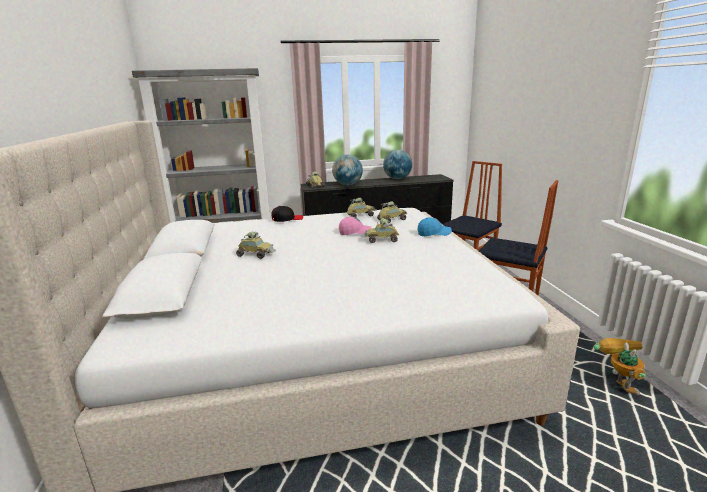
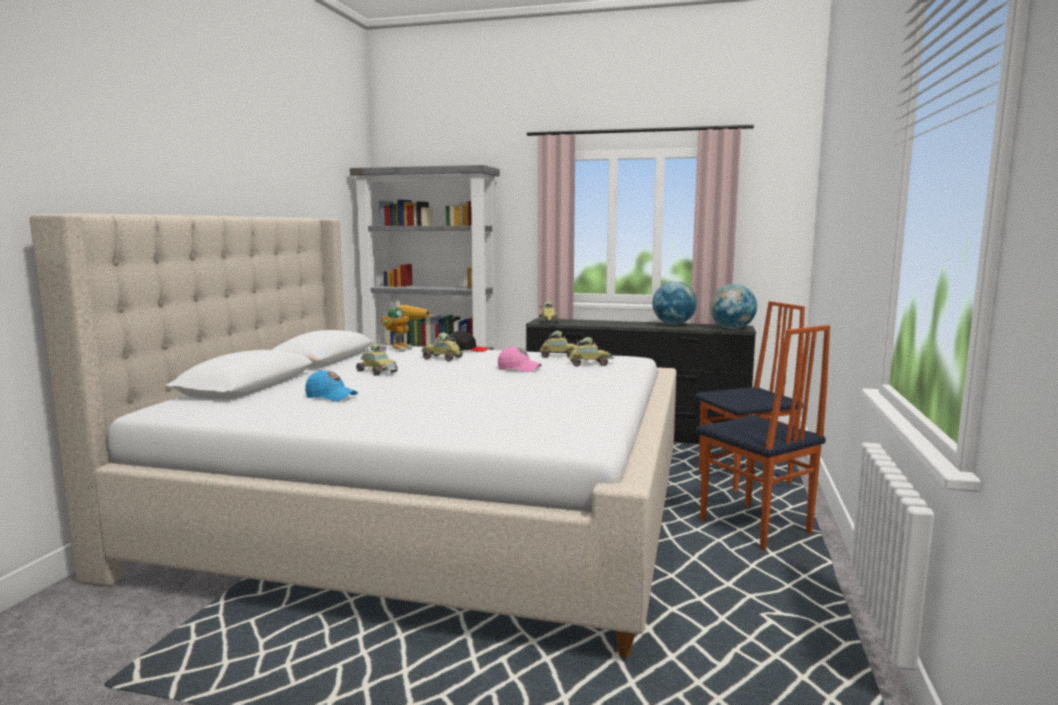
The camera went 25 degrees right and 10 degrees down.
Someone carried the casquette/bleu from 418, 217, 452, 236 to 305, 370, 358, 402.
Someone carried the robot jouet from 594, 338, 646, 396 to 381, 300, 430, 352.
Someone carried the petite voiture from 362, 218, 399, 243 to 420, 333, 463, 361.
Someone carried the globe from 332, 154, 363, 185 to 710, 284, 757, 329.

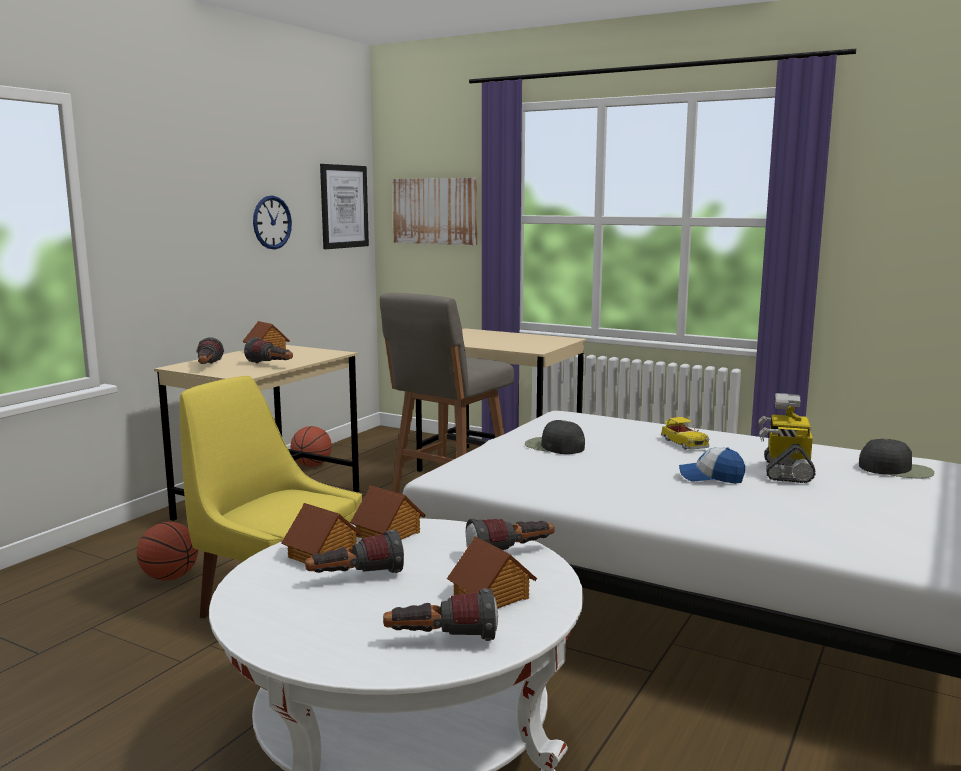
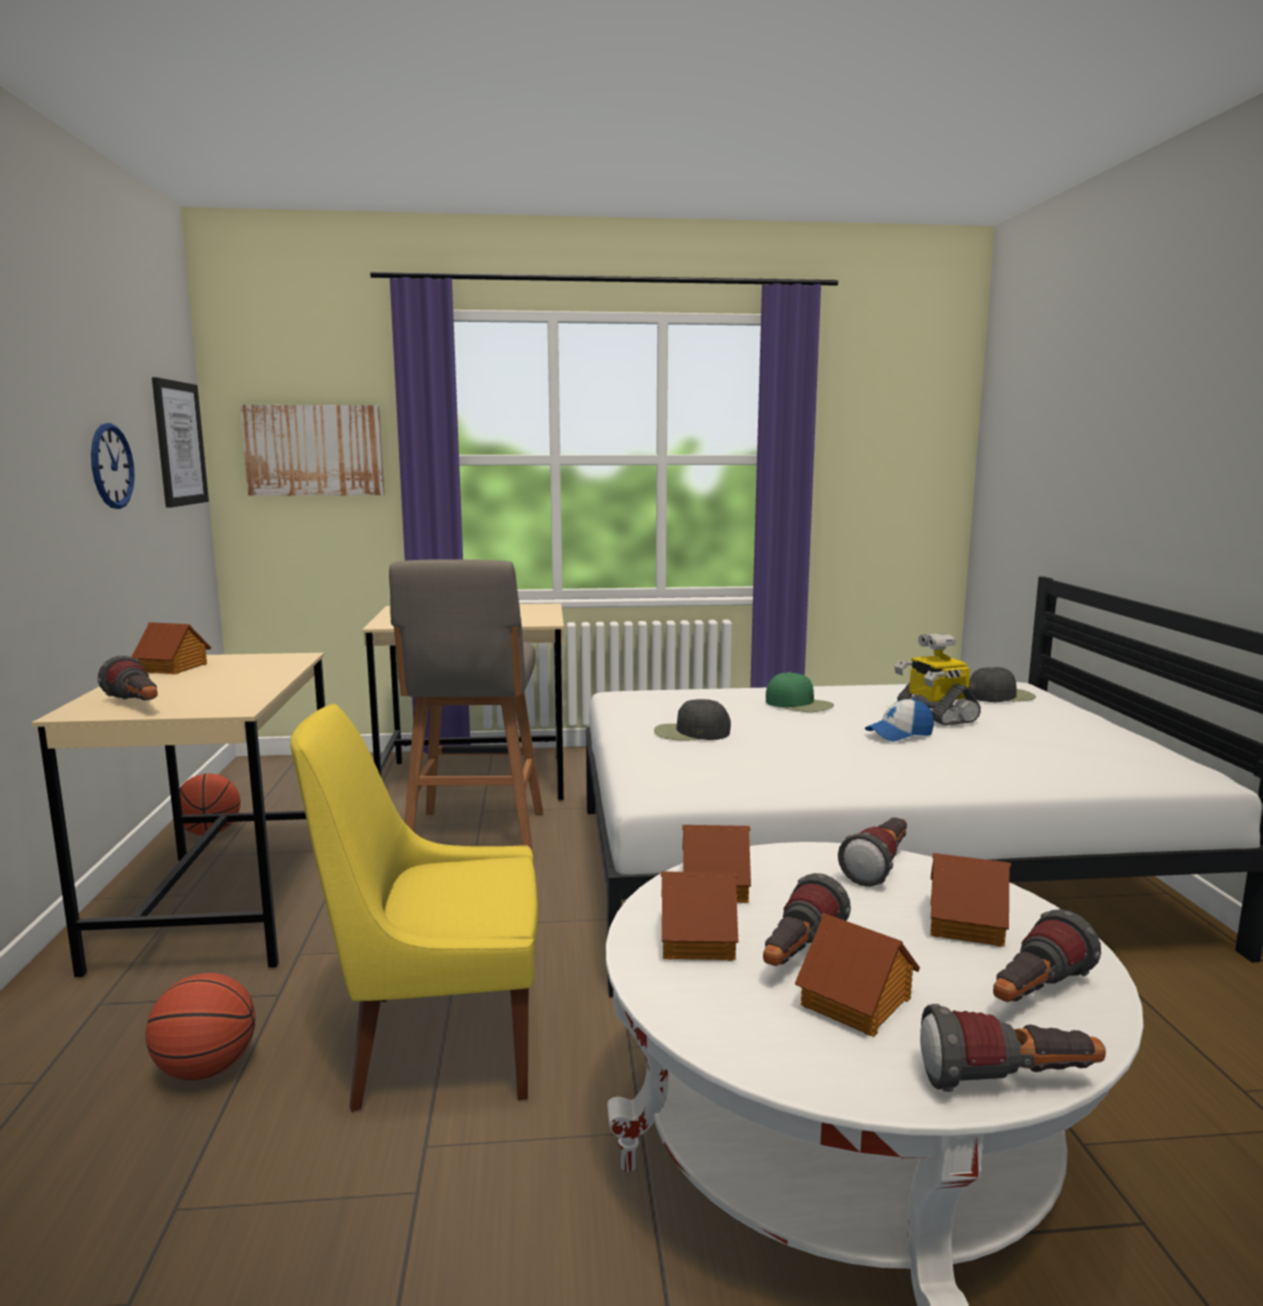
The camera went 35 degrees left and 0 degrees up.
Someone swapped the petite voiture at 661, 417, 709, 449 for the casquette/vert at 766, 672, 834, 712.
Someone put down the maison miniature at 795, 913, 920, 1037.
Someone carried the lampe de poche from 244, 337, 293, 363 to 920, 1004, 1106, 1092.

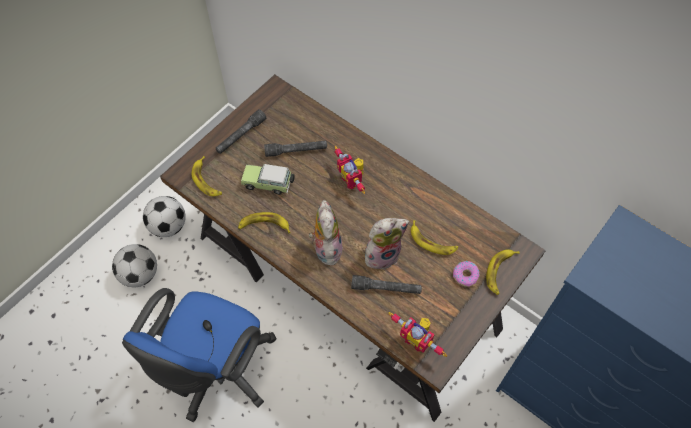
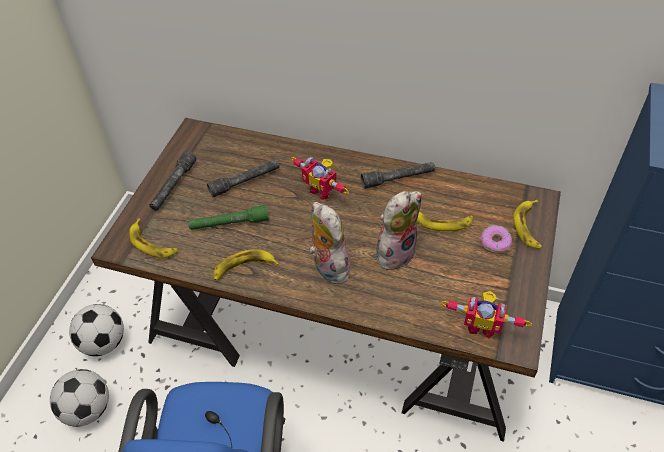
The camera went 20 degrees left and 10 degrees down.
Someone swapped the petite voiture at 241, 164, 295, 195 for the lampe de poche/vert at 188, 205, 269, 230.
Someone carried the lampe de poche/gris from 351, 275, 422, 294 to 361, 162, 435, 189.

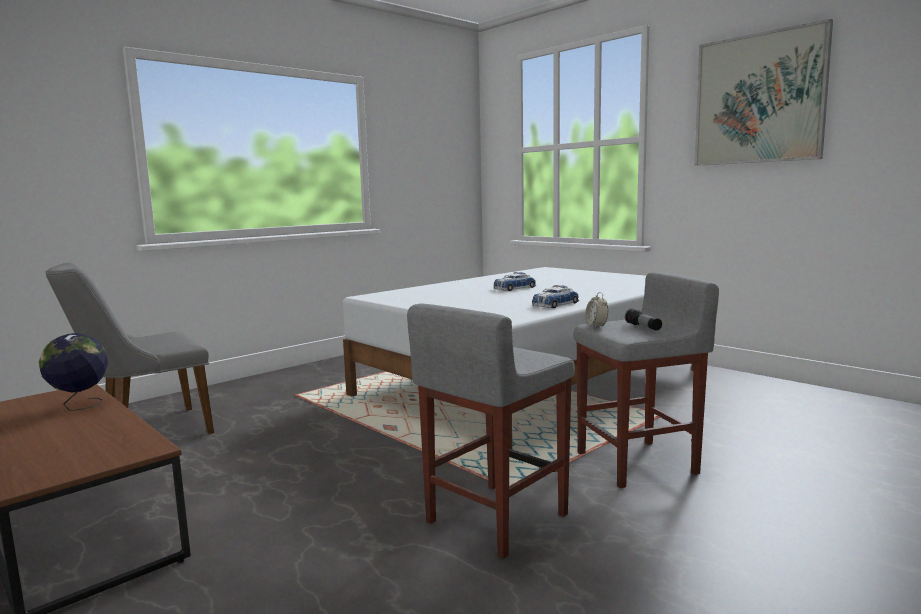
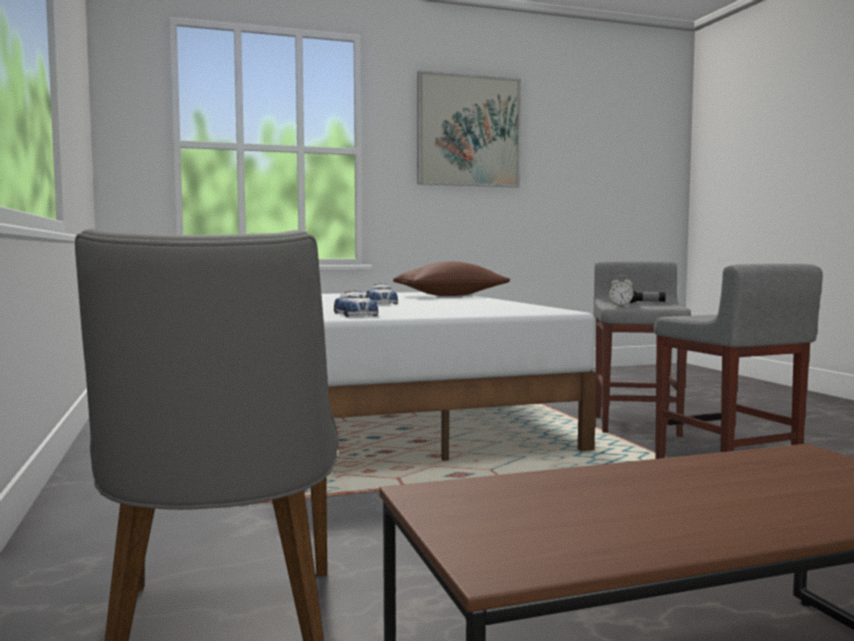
The camera went 65 degrees left and 5 degrees down.
Someone carried the petite voiture from 532, 285, 579, 308 to 334, 290, 378, 317.
Someone put down the coussin/marron at 393, 261, 510, 296.
Someone took away the globe at 39, 333, 108, 411.

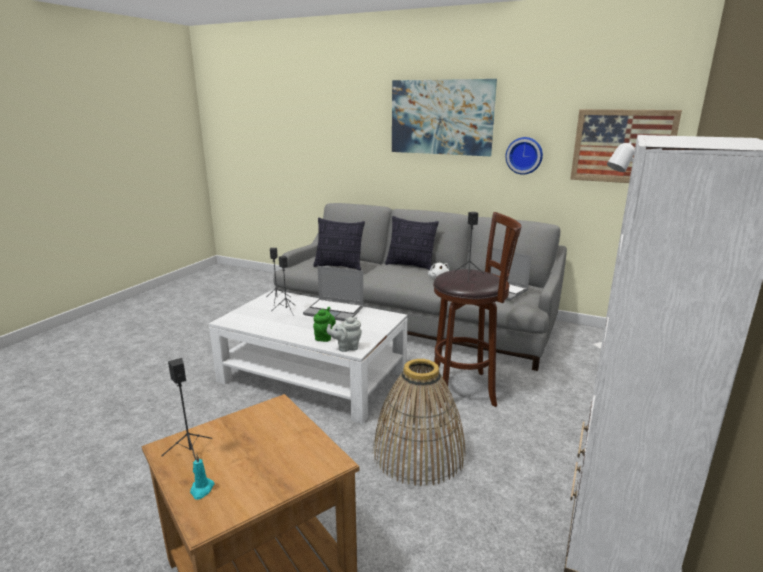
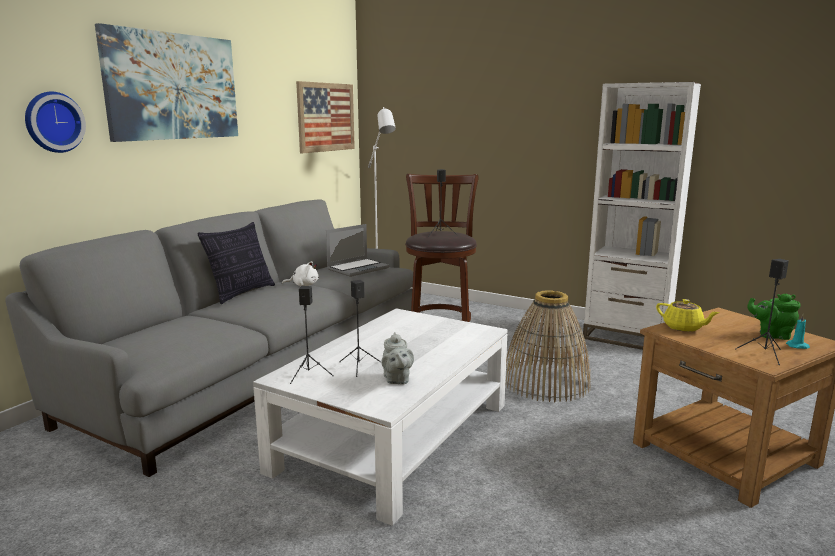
The camera went 85 degrees left and 5 degrees down.
Someone carried the horloge murale from 506, 137, 543, 175 to 25, 92, 86, 153.
Someone carried the théière/gris from 327, 317, 362, 352 to 381, 332, 414, 384.
Someone put down the théière/jaune at 656, 299, 719, 332.
Someone carried the théière/vert from 313, 307, 336, 342 to 747, 294, 801, 340.
Someone took away the ordinateur portable at 303, 266, 364, 321.
Someone took away the coussin at 313, 218, 365, 271.

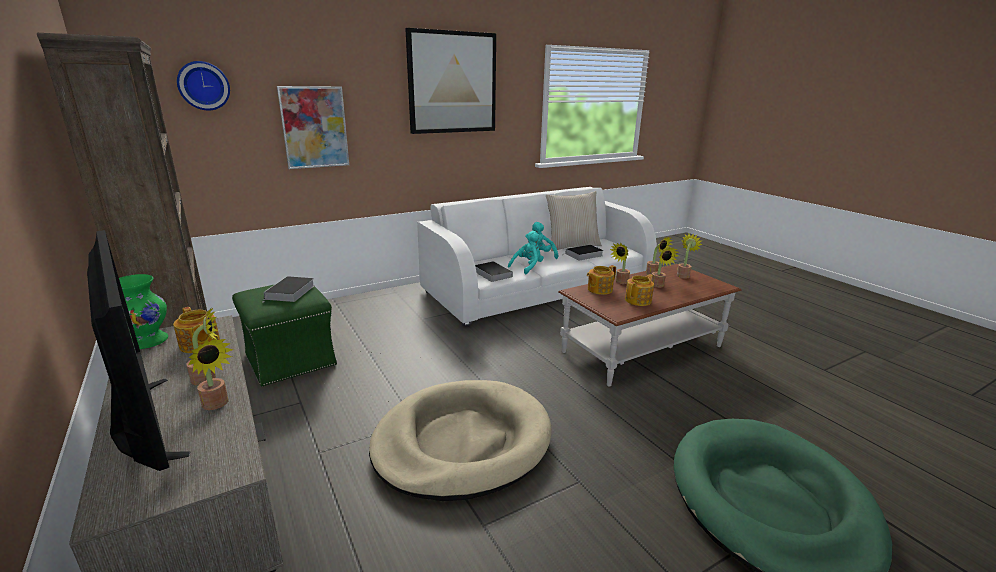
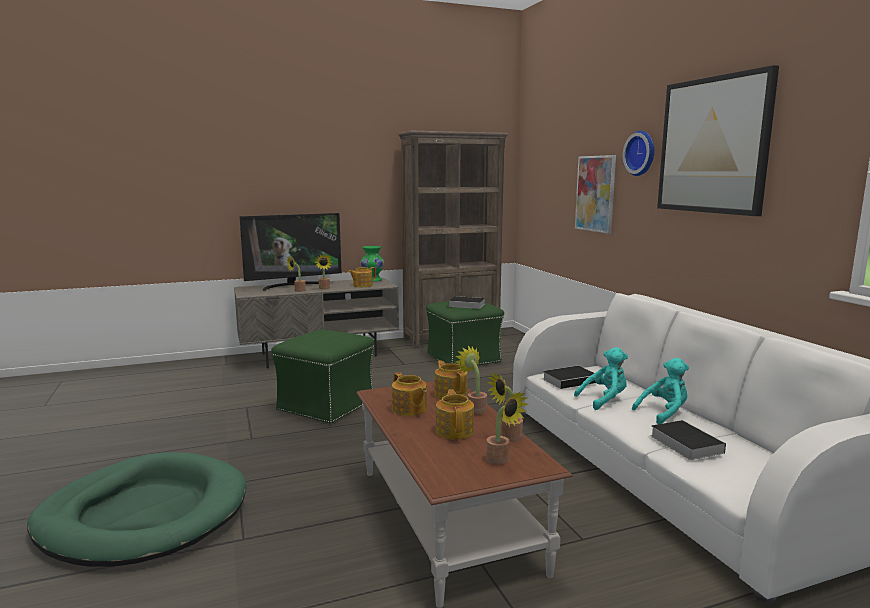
The camera went 100 degrees right and 10 degrees down.
Someone swapped the panier pour chien/beige at 369, 380, 552, 501 for the pouf/vert at 271, 329, 374, 424.
Someone swapped the plante en pot at 651, 247, 679, 288 for the théière at 436, 389, 474, 440.
Someone rotated the peluche/turquoise at 508, 231, 541, 274 by 75 degrees counterclockwise.
Someone carried the horloge murale from 177, 61, 230, 110 to 623, 131, 655, 176.
Someone took away the coussin/beige at 546, 191, 602, 251.

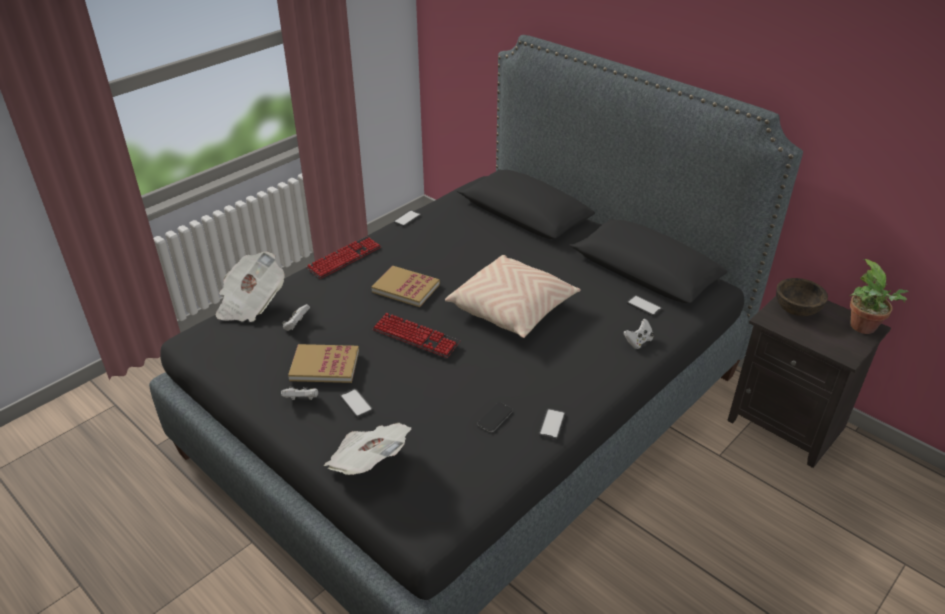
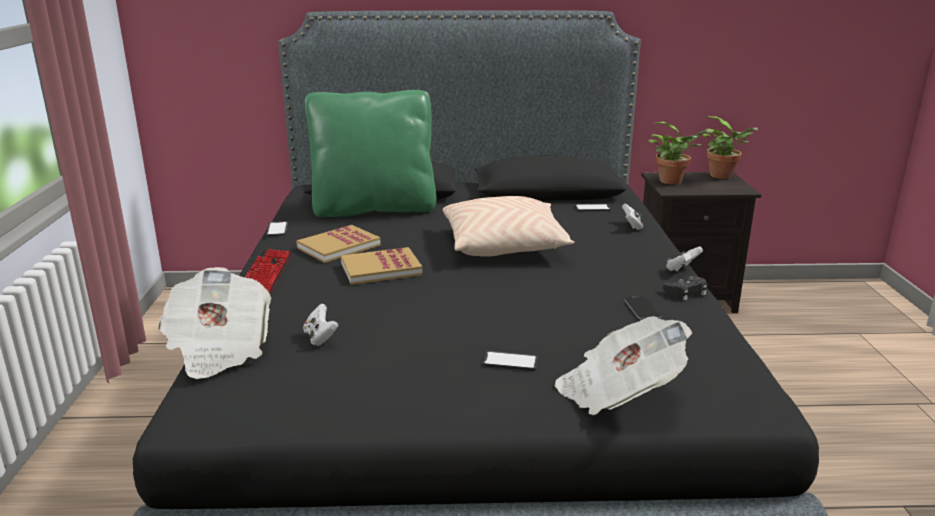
The camera went 45 degrees left and 15 degrees down.
Someone carried the livre from 288, 344, 359, 383 to 296, 225, 381, 263.
Someone put down the coussin/vert at 305, 90, 436, 217.
Someone swapped the bol/marron at 776, 278, 828, 316 for the plante en pot at 648, 122, 711, 185.
Someone swapped the téléphone at 538, 408, 566, 439 for the manette/noir at 663, 276, 707, 300.
Someone carried the manette/blanc from 281, 386, 318, 400 to 667, 247, 703, 272.
Someone took away the clavier at 372, 313, 460, 358.

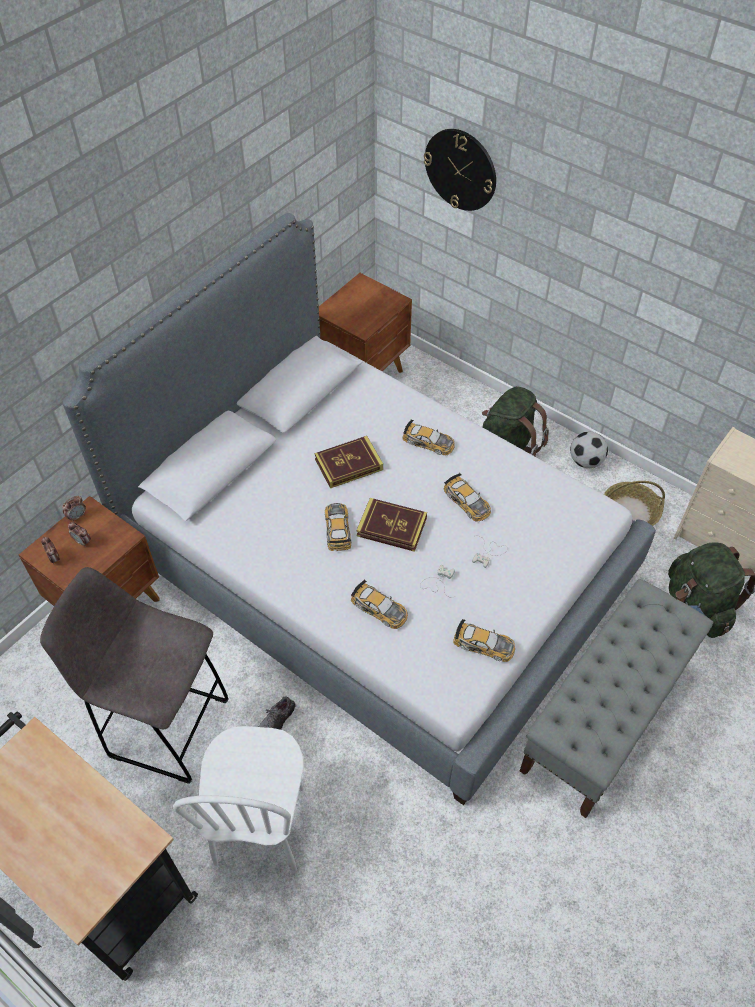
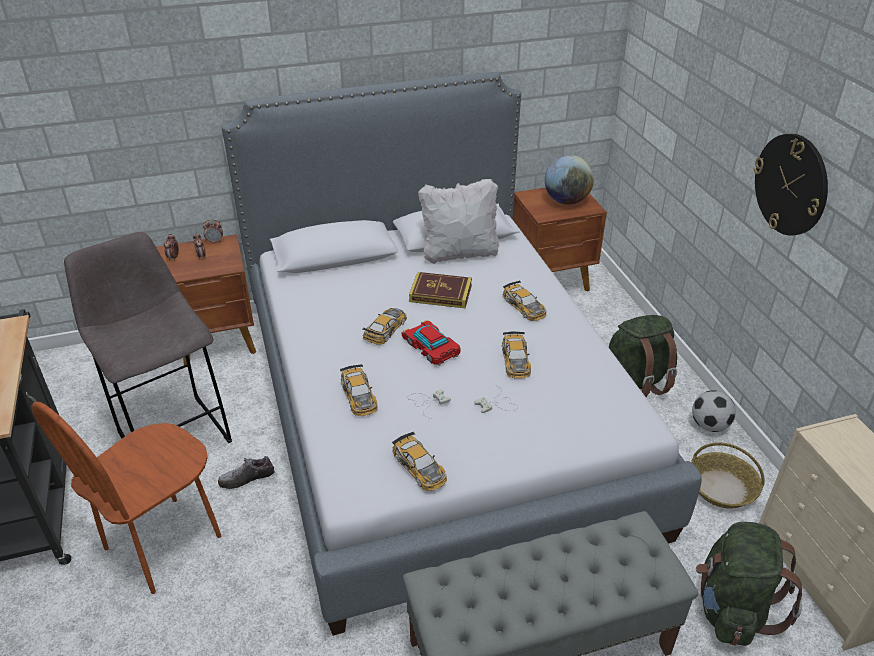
The camera went 35 degrees right and 15 degrees down.
Someone repainted the chaise/blanc at 173, 726, 304, 872, which became the chaise/marron at 31, 402, 221, 594.
Someone swapped the livre at 357, 498, 427, 552 for the petite voiture at 402, 320, 461, 366.
Someone put down the coussin/blanc at 418, 179, 499, 264.
Someone put down the globe at 545, 155, 594, 205.
Someone carried the horloge murale from 424, 129, 496, 211 to 754, 134, 828, 236.

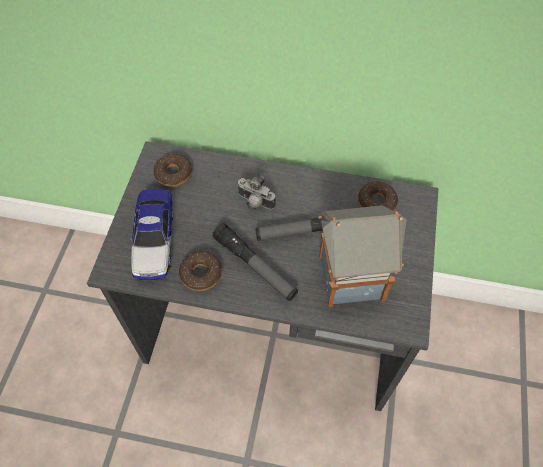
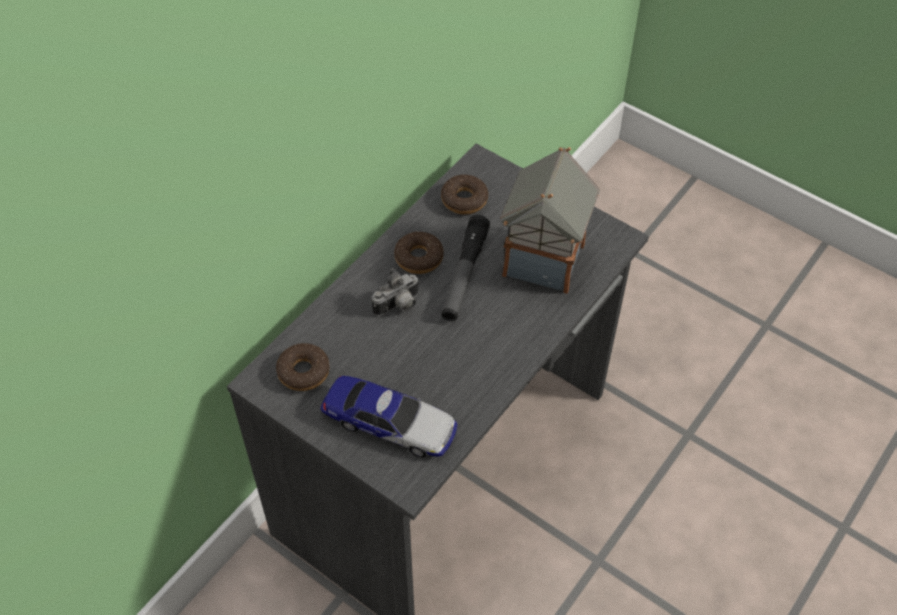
The camera went 65 degrees left and 5 degrees down.
Someone carried the beignet from 179, 251, 222, 291 to 394, 232, 443, 274.
Someone took away the lampe de poche at 212, 223, 298, 301.

